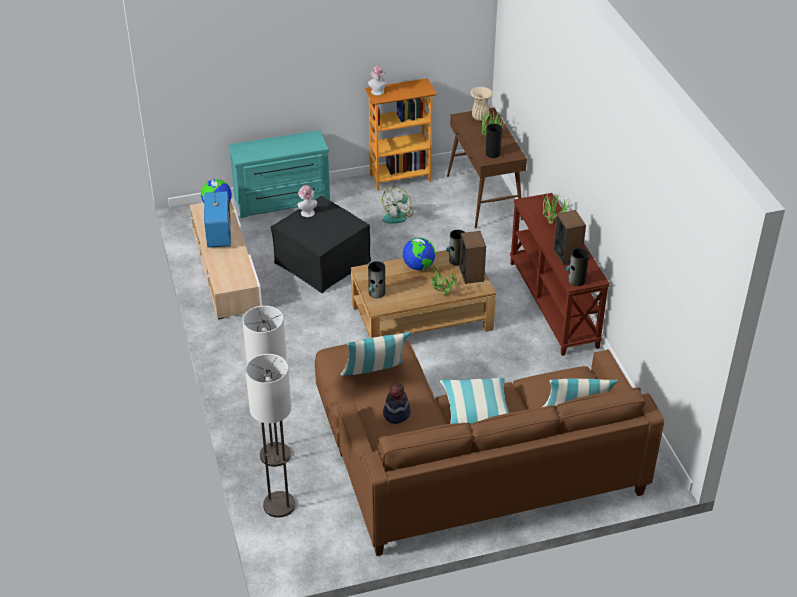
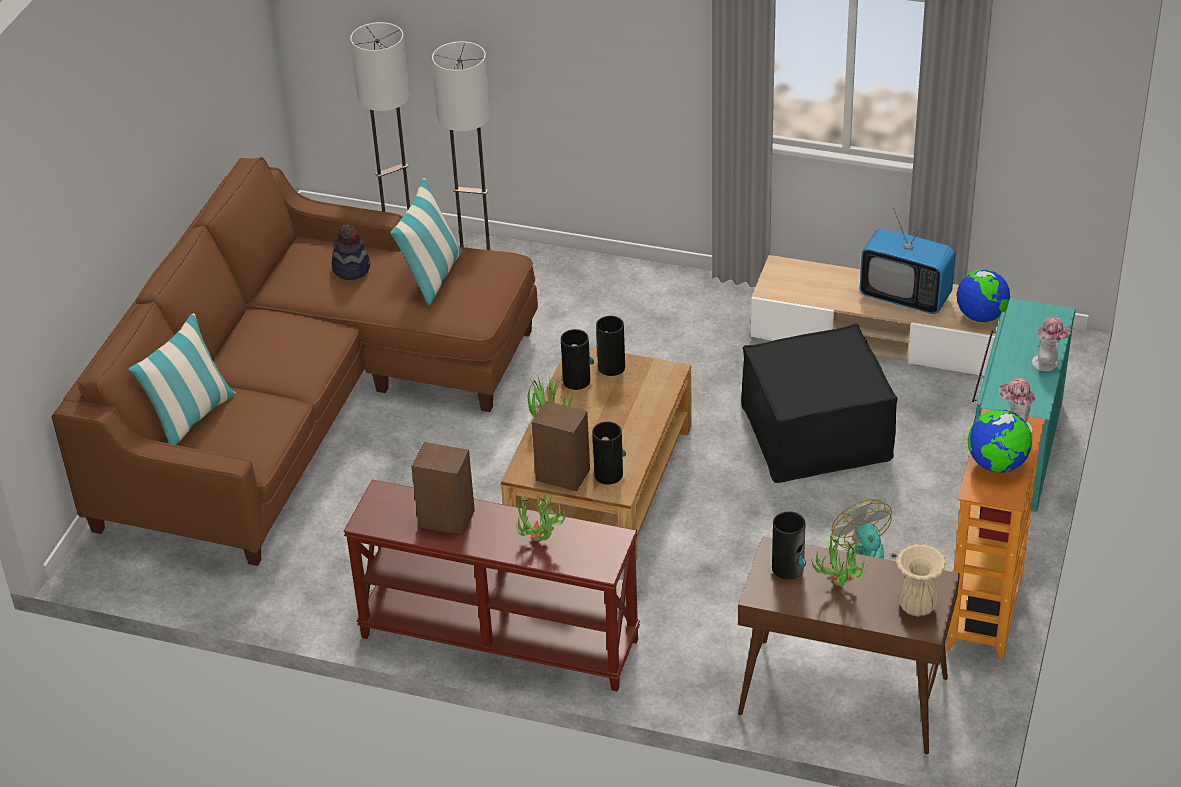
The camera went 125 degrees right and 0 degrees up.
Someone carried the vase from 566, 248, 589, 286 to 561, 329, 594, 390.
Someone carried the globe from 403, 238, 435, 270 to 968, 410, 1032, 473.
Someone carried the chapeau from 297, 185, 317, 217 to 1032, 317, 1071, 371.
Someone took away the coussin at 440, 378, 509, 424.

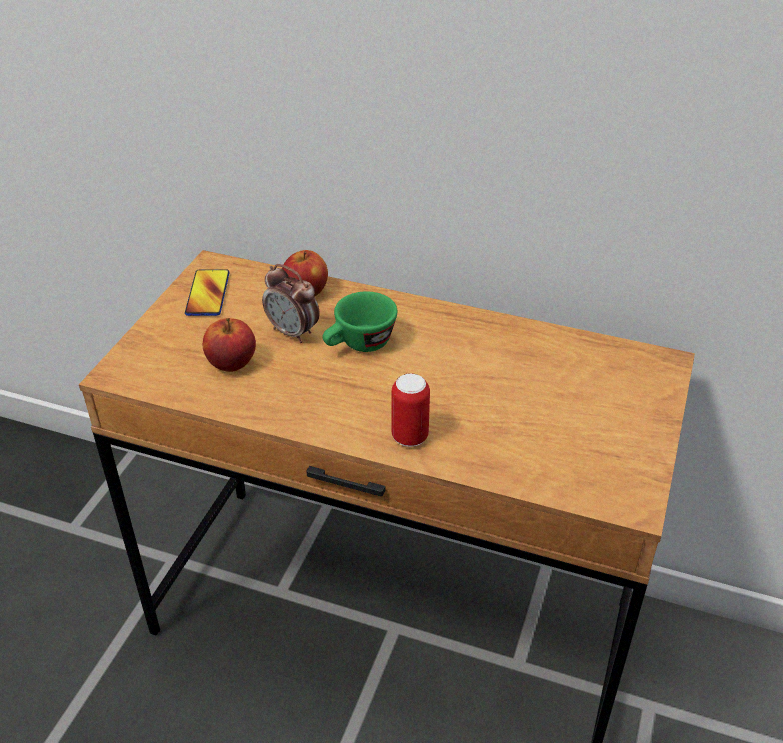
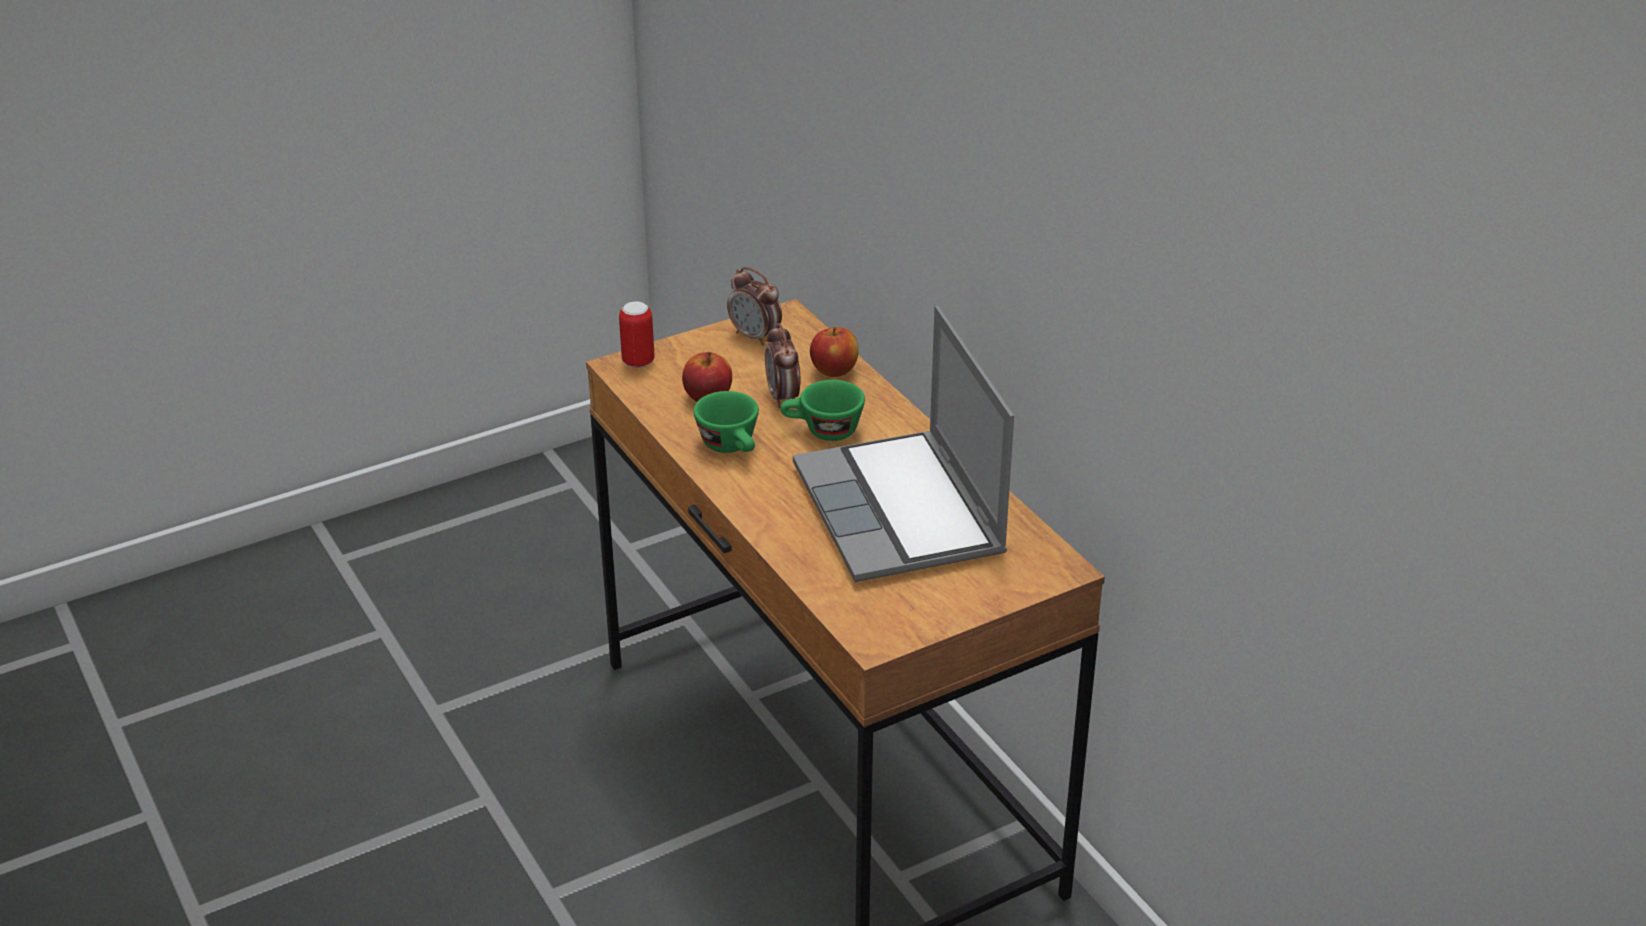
The camera went 40 degrees right and 5 degrees down.
Someone carried the boîte métallique from 392, 373, 430, 447 to 619, 301, 655, 368.
Someone put down the tasse/vert at 693, 391, 759, 453.
Someone swapped the téléphone at 185, 269, 230, 316 for the réveil at 727, 267, 782, 346.
Someone put down the ordinateur portable at 793, 305, 1014, 582.

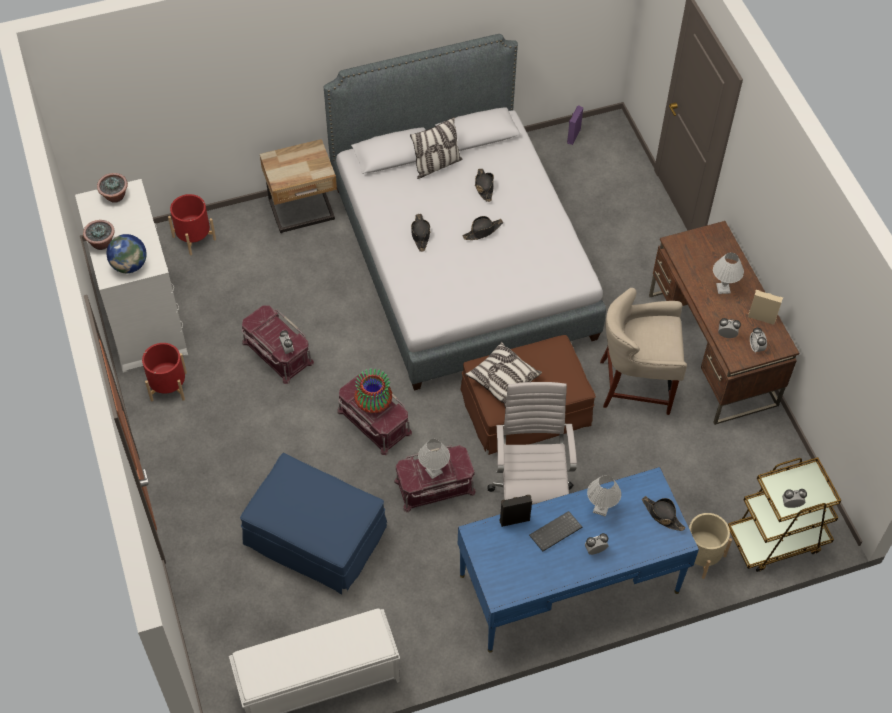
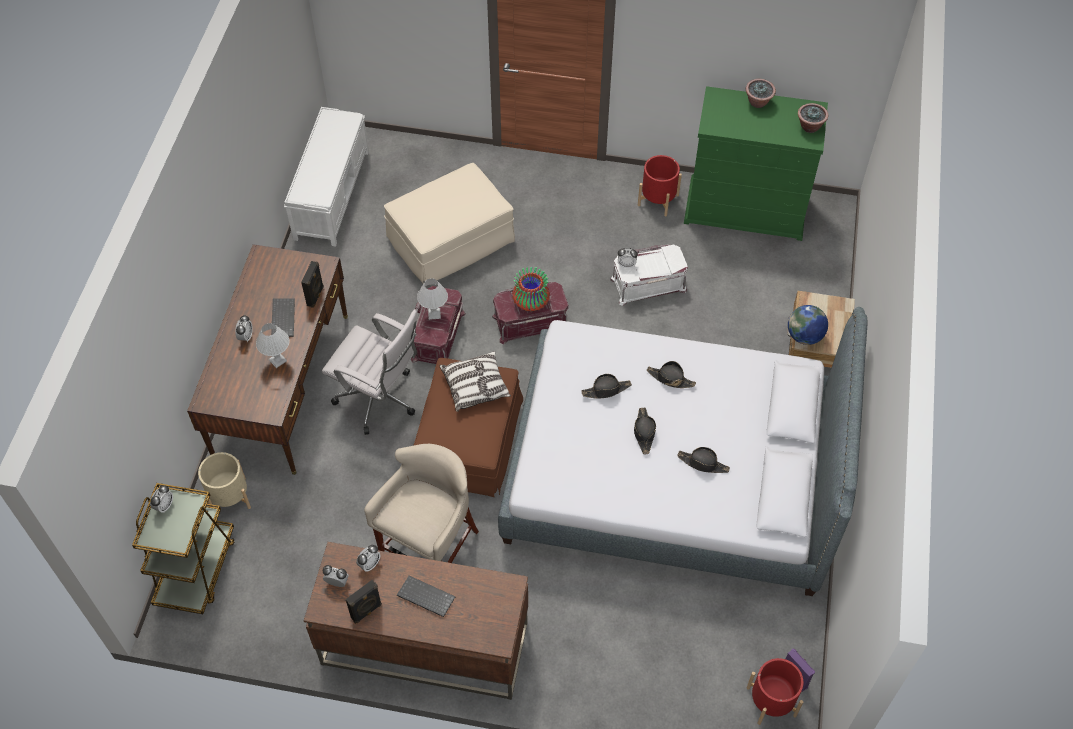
The camera went 120 degrees right and 0 degrees up.
Someone repainted the bureau/bleu at 458, 467, 699, 653, which became the bureau/marron at 187, 244, 348, 475.
Someone repainted the enceinte/beige at 748, 290, 783, 325, which became the enceinte/noir at 346, 580, 382, 624.
Someone repainted the pouf/bleu at 240, 453, 387, 595, which became the pouf/beige at 384, 163, 515, 283.
Someone swapped the lampe de table/blanc at 713, 253, 744, 294 for the clavier at 397, 576, 455, 617.
Someone carried the chapeau/noir from 642, 496, 686, 531 to 582, 374, 632, 399.
Someone repainted the boîte de rangement/rouge at 241, 305, 314, 384, which became the boîte de rangement/blanc at 610, 244, 688, 306.
Someone repainted the commode/blanc at 75, 179, 188, 373, which became the commode/vert at 684, 86, 828, 241.
Someone carried the cache-pot/rouge from 168, 194, 216, 255 to 747, 658, 803, 725.
Someone carried the globe from 106, 234, 147, 273 to 788, 305, 828, 345.
Someone took away the coussin at 410, 117, 462, 179.

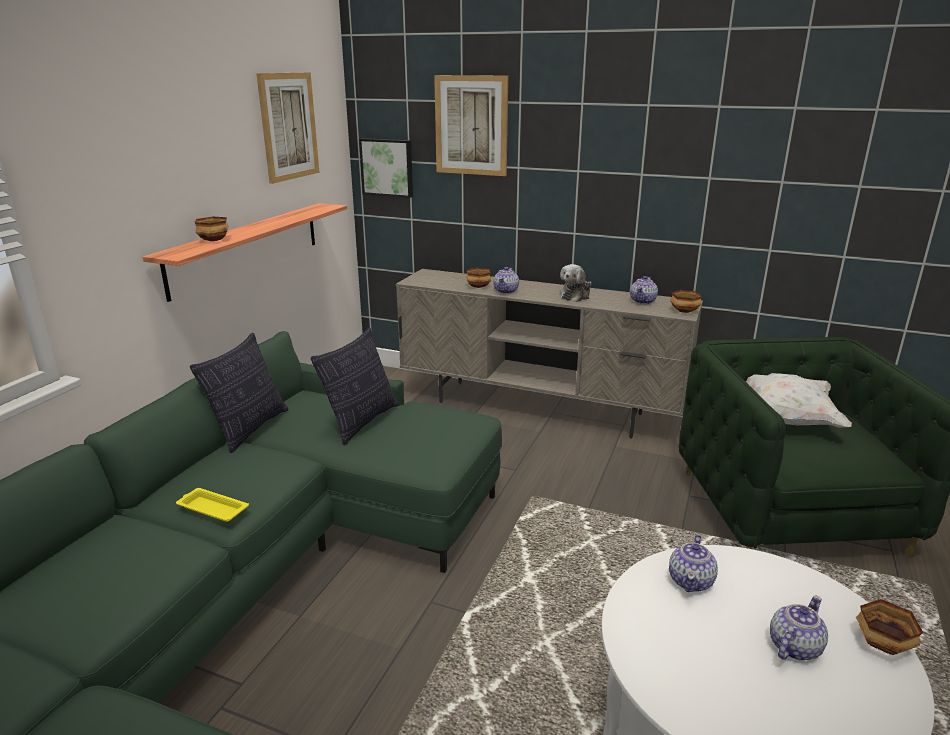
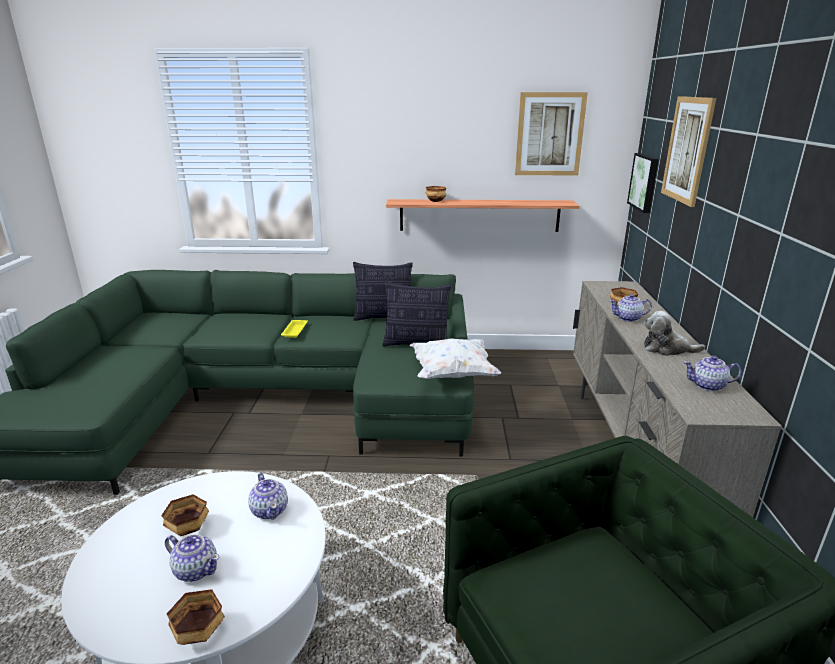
The camera went 70 degrees right and 0 degrees up.
Someone carried the bol from 670, 290, 702, 313 to 161, 495, 209, 536.
Someone rotated the théière at 669, 534, 718, 592 by 120 degrees counterclockwise.
Someone carried the coussin/blanc from 745, 373, 852, 428 to 410, 339, 501, 379.

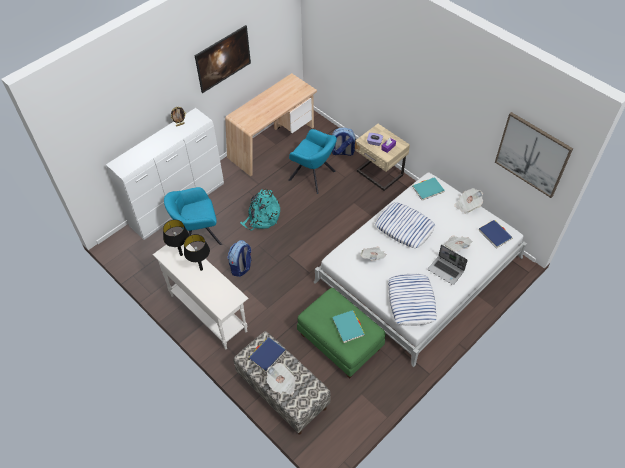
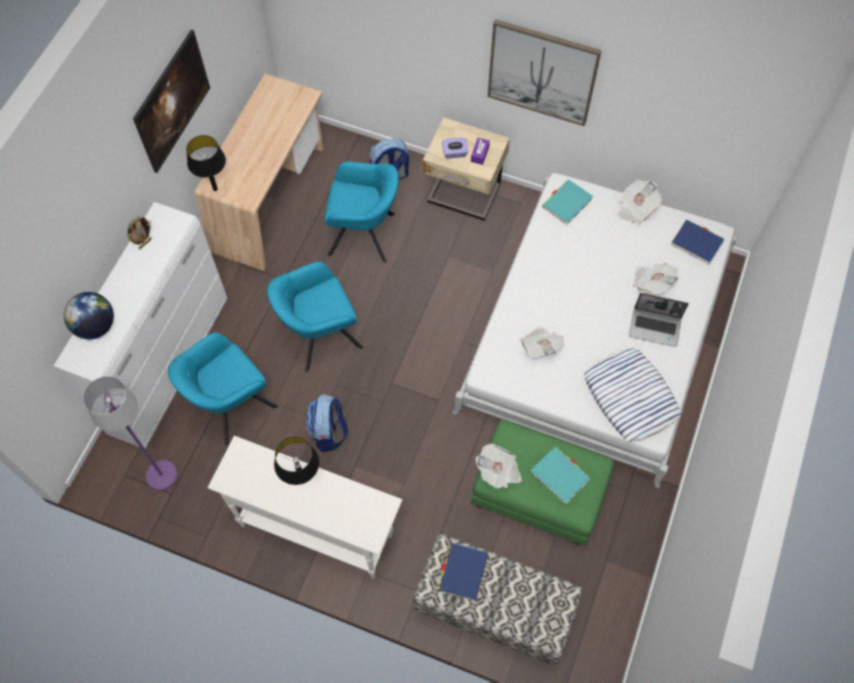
The camera went 25 degrees left and 10 degrees up.
Someone put down the globe at 64, 292, 114, 339.
Someone put down the lampadaire/violet at 83, 376, 178, 490.
Someone carried the lampe de table/noir from 163, 220, 189, 256 to 186, 135, 226, 191.
Someone swapped the sac à dos/turquoise at 240, 189, 280, 230 for the fauteuil/turquoise at 267, 262, 363, 372.
Someone carried the journal from 266, 363, 297, 395 to 476, 444, 522, 489.
Someone carried the tableau from 495, 112, 573, 198 to 487, 19, 602, 126.
Someone took away the coussin at 375, 202, 435, 248.

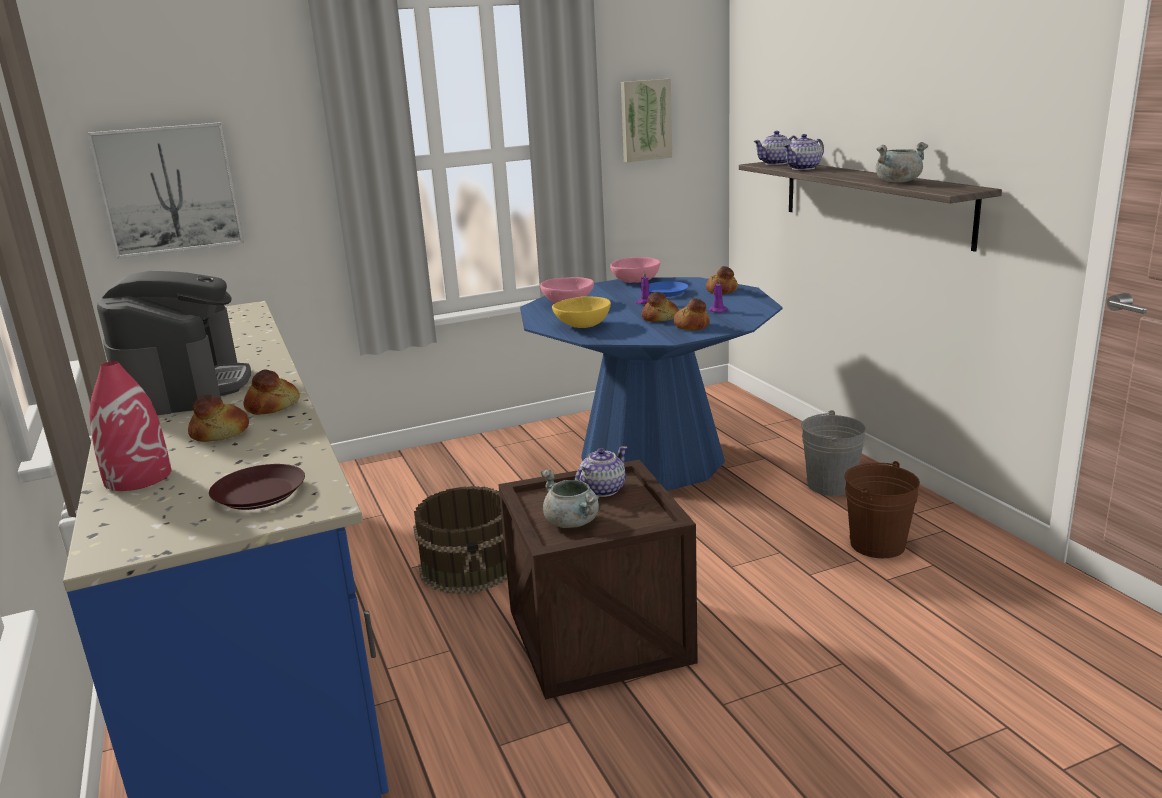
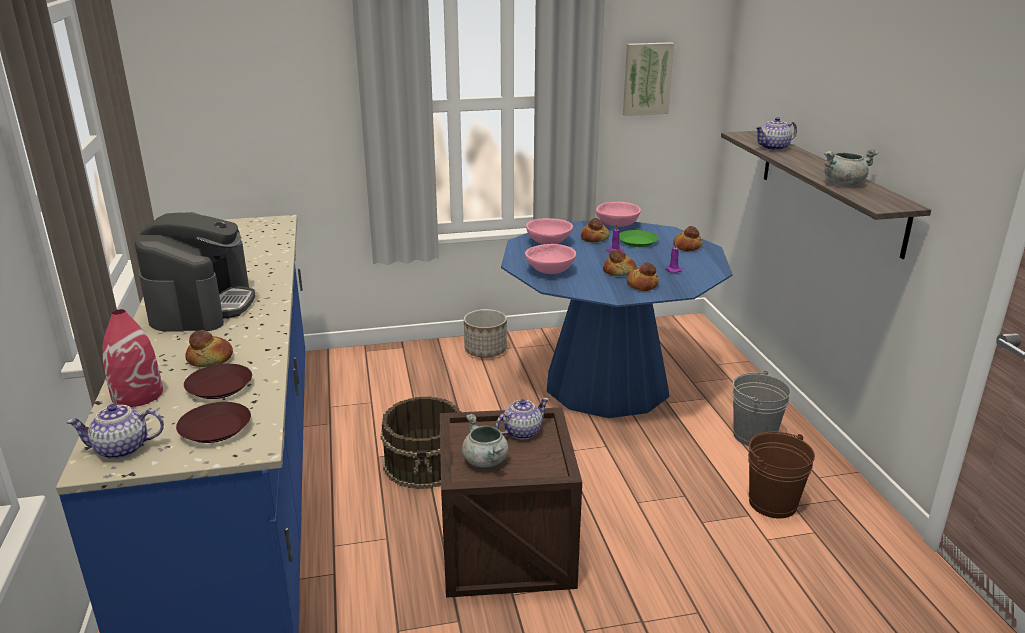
The camera went 10 degrees right and 5 degrees up.
Someone carried the théière from 753, 131, 797, 165 to 66, 404, 164, 459.
Someone put down the assiette/marron at 184, 364, 252, 399.
Someone put down the cache-pot at 464, 309, 507, 357.
Someone repainted the bol/jaune at 552, 296, 611, 328, which became the bol/rose at 525, 244, 576, 274.
Someone carried the pain from 243, 370, 300, 415 to 581, 218, 610, 242.
Someone repainted the assiette/bleu at 649, 281, 689, 297, which became the assiette/vert at 619, 230, 658, 247.
Someone took away the tableau at 88, 122, 244, 259.

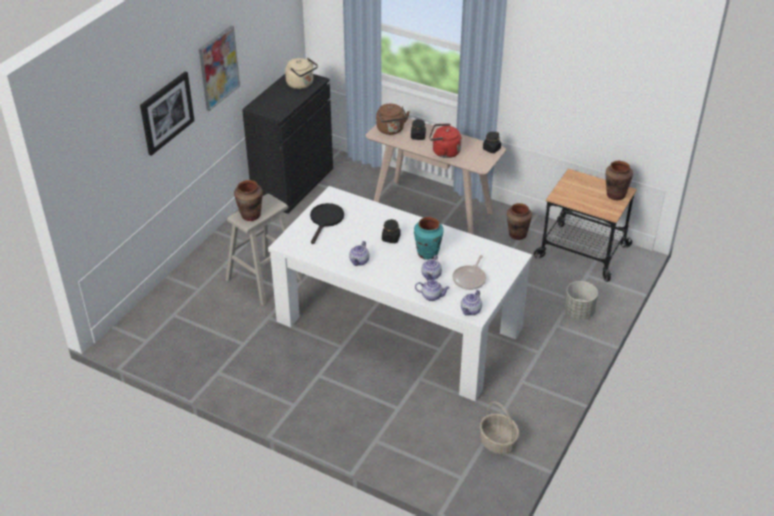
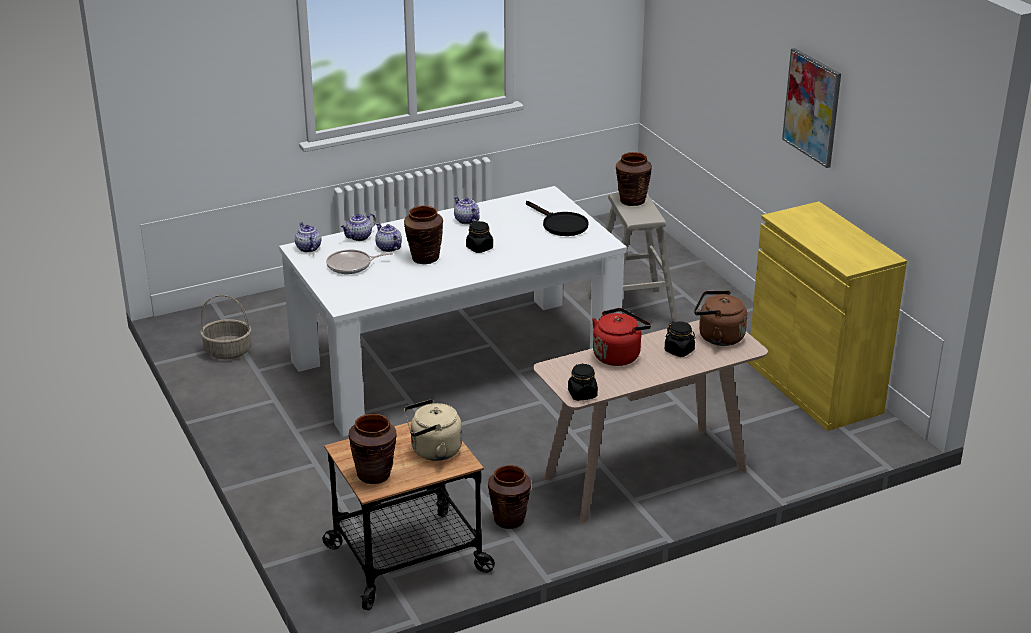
The camera went 125 degrees right and 10 degrees down.
Someone rotated the poêle at 452, 255, 486, 290 by 75 degrees counterclockwise.
Someone repainted the vase/turquoise at 414, 217, 444, 260, which became the vase/marron at 404, 206, 443, 264.
Someone carried the bouilloire/beige from 285, 57, 318, 89 to 404, 399, 462, 461.
Someone repainted the meuble de rangement/noir at 242, 74, 333, 214, which became the meuble de rangement/jaune at 748, 201, 907, 431.
Someone took away the tableau at 140, 71, 195, 156.
Someone took away the cache-pot/gris at 564, 281, 598, 320.

